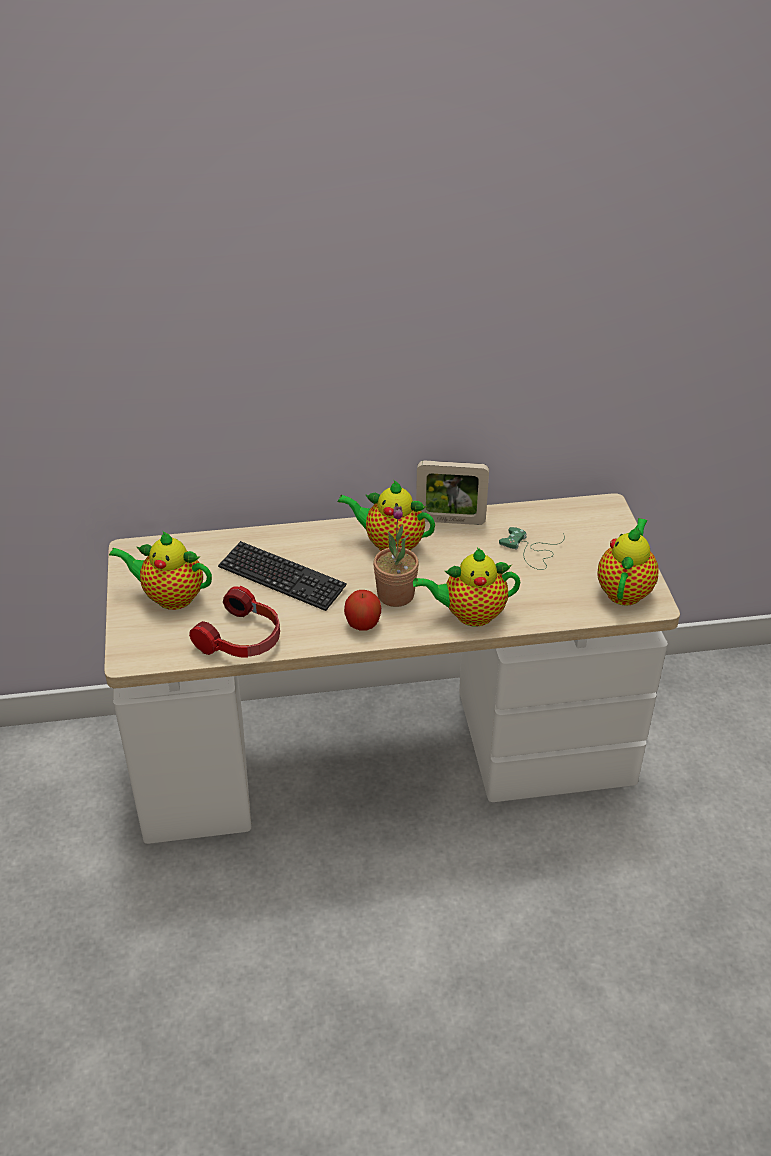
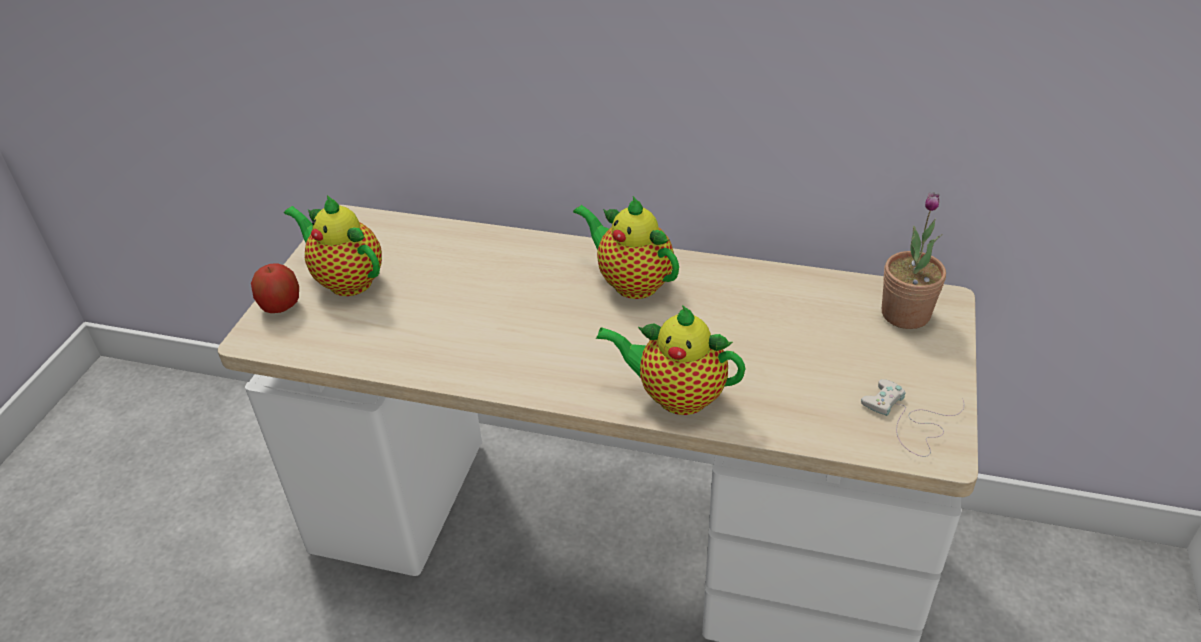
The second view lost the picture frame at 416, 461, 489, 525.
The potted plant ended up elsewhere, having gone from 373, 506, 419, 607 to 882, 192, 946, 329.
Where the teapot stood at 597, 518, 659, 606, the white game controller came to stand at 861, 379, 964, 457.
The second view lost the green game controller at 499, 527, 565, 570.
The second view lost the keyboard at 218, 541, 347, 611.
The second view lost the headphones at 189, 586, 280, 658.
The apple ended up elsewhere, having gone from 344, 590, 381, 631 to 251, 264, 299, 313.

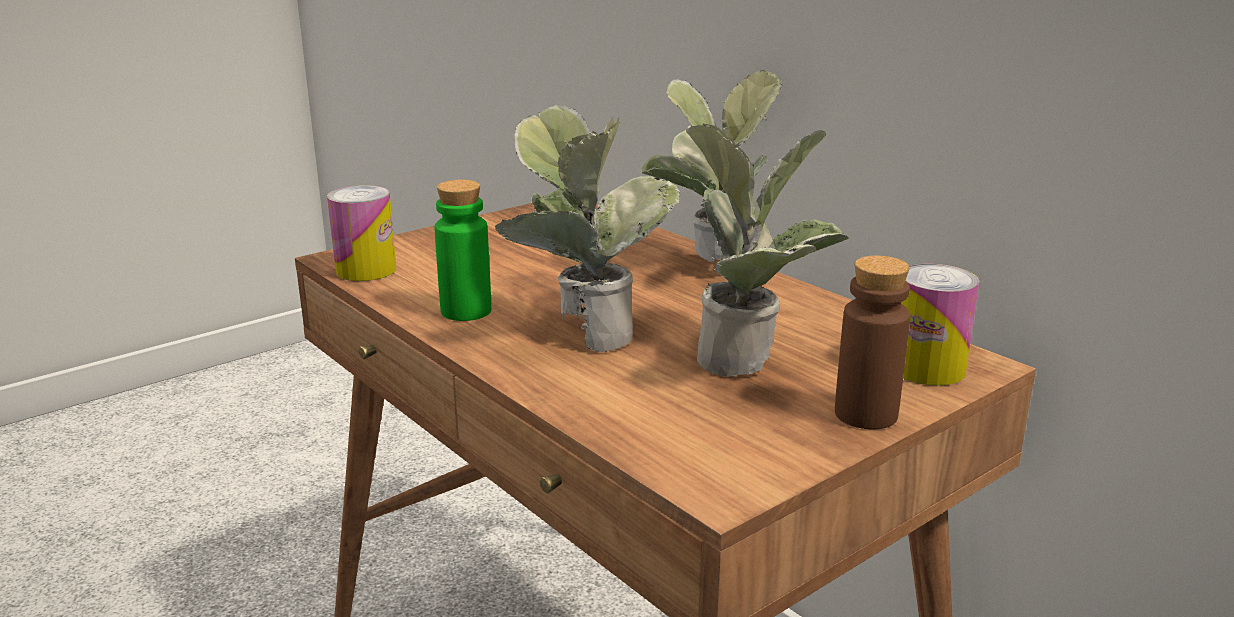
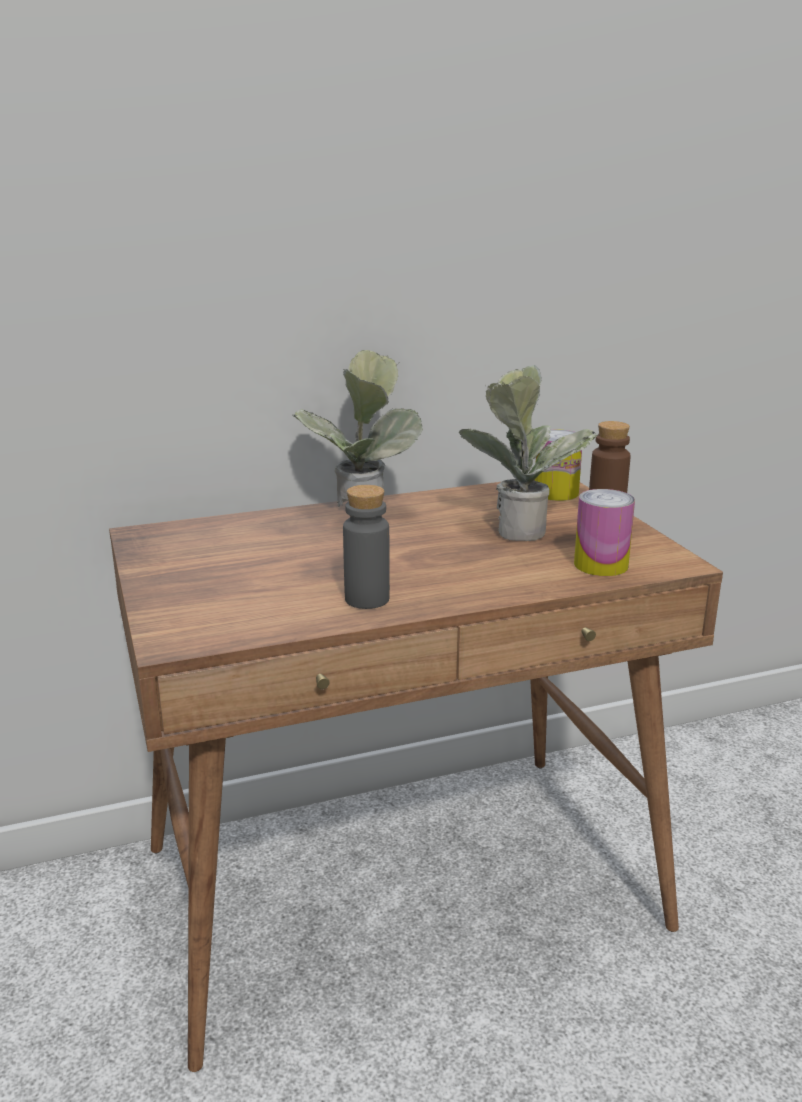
The second view lost the potted plant at 495, 105, 680, 352.
What was the green bottle at 435, 180, 491, 321 turned into the grey bottle at 343, 485, 390, 609.
The can ended up elsewhere, having gone from 327, 185, 396, 281 to 574, 489, 635, 576.

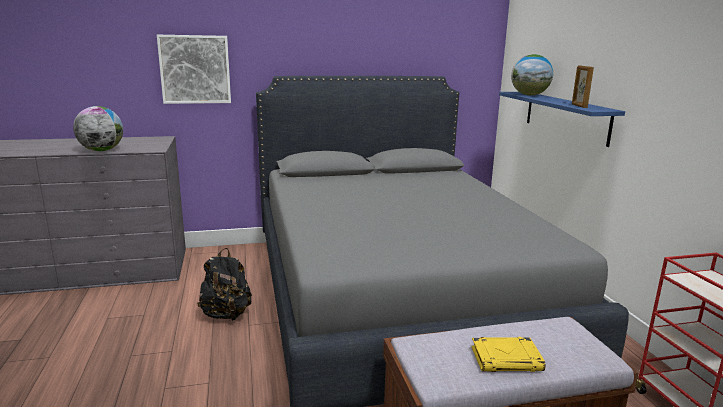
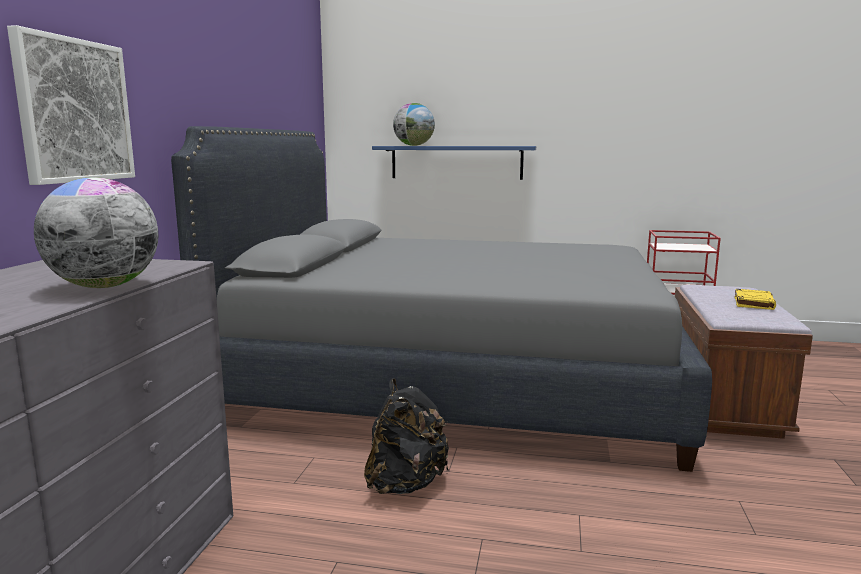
The second view lost the picture frame at 572, 65, 594, 108.

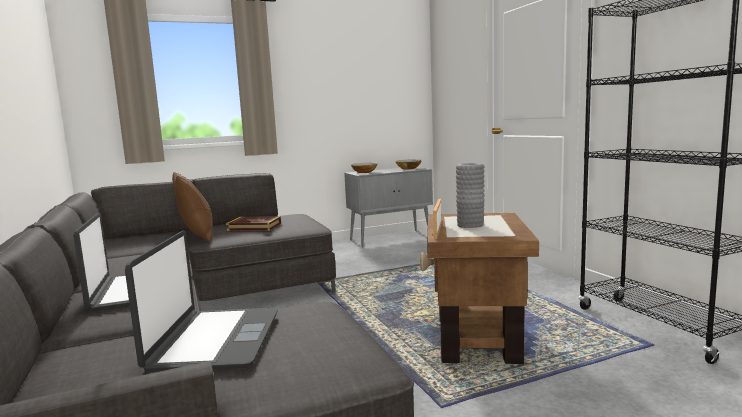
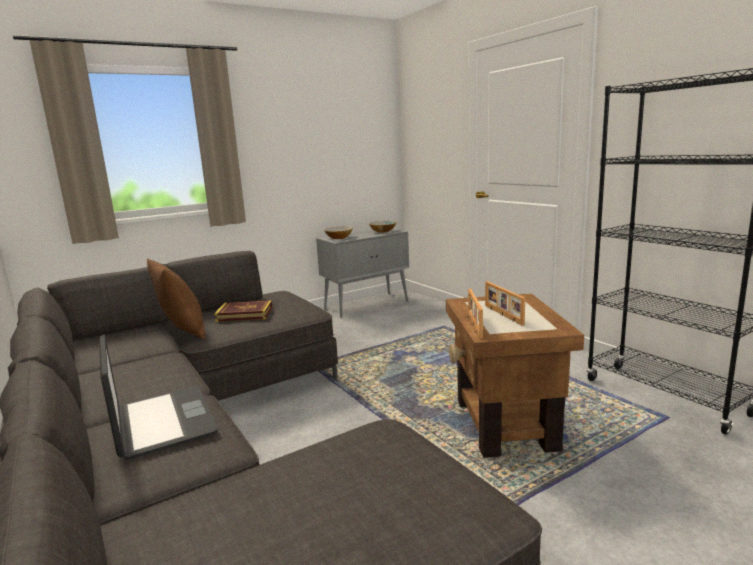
Where the grey vase stood at 456, 163, 485, 228, the picture frame came to stand at 485, 281, 525, 326.
The second view lost the laptop at 125, 231, 278, 372.

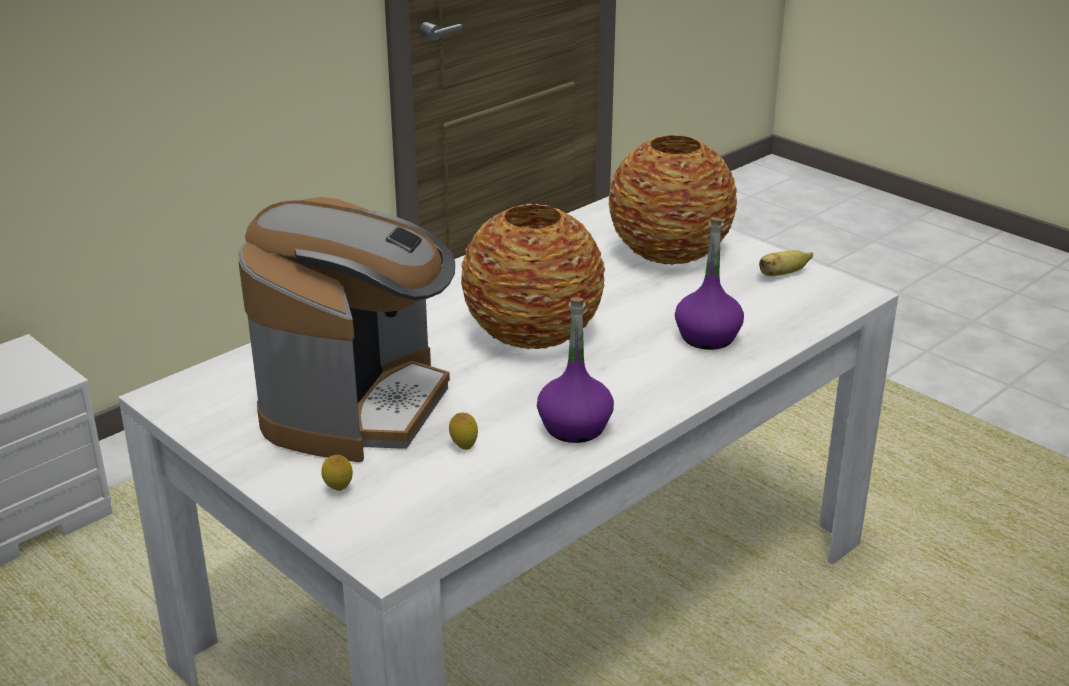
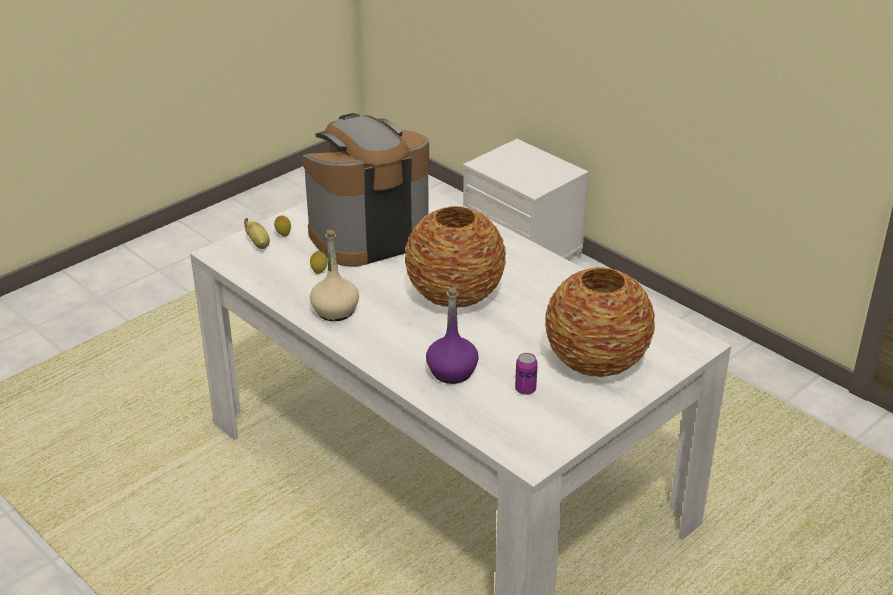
The coffee machine at 238, 197, 455, 462 ended up facing another way, 135 degrees clockwise from before.
The banana ended up elsewhere, having gone from 759, 250, 813, 276 to 244, 218, 270, 249.
What was the purple bottle at 537, 297, 614, 443 turned into the beige bottle at 310, 230, 359, 321.
The second view gained the can at 515, 353, 538, 395.

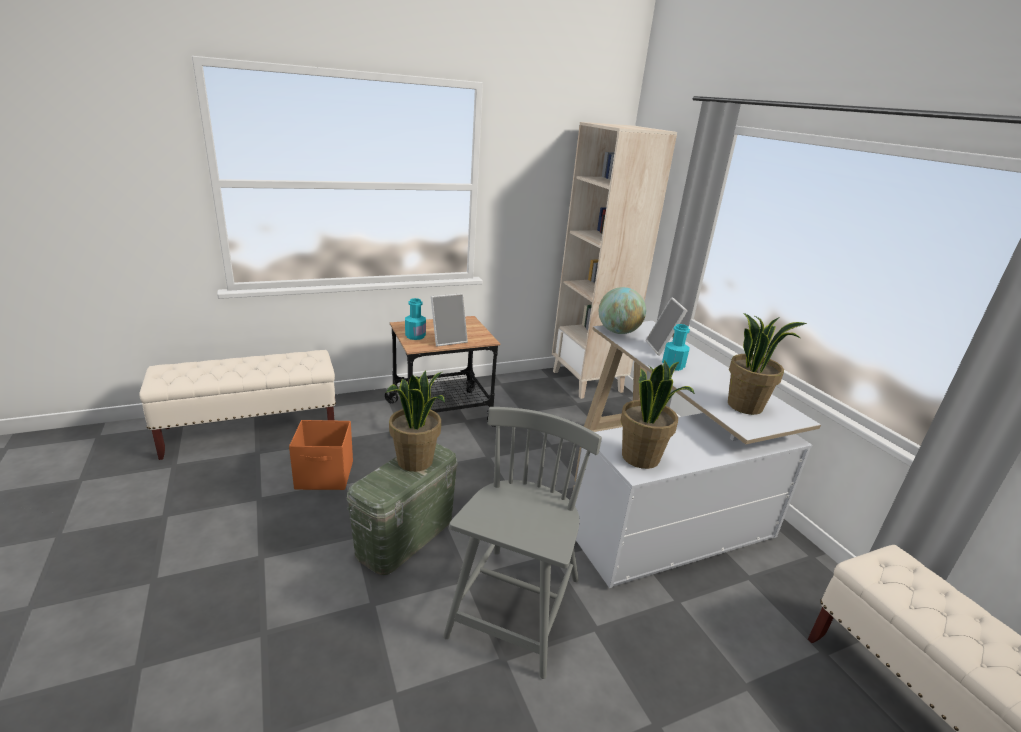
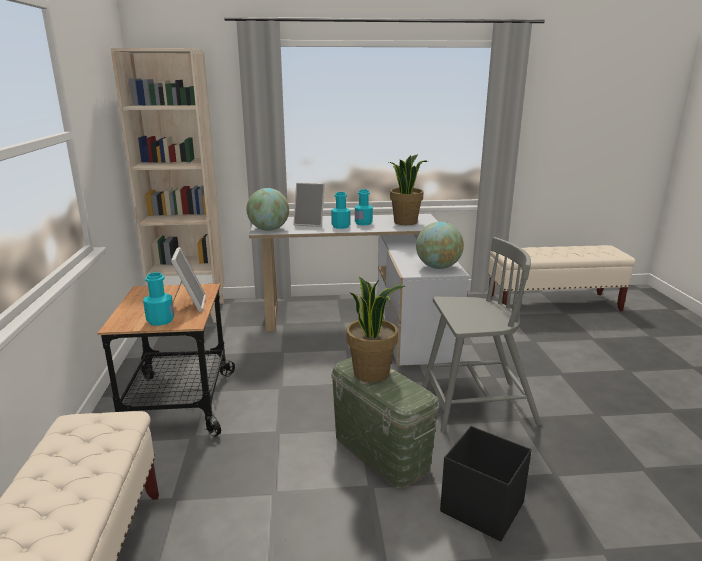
Where the potted plant stood at 620, 360, 695, 469, the globe came to stand at 416, 222, 464, 269.
The grey chair at 443, 407, 602, 679 ended up facing another way, 135 degrees clockwise from before.
The second view lost the orange storage box at 289, 420, 353, 490.
The second view gained the turquoise bottle at 355, 189, 373, 225.
The second view gained the black storage box at 440, 426, 532, 541.

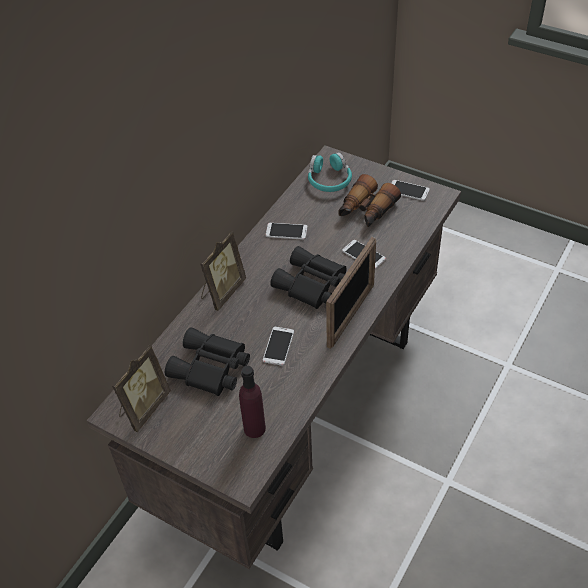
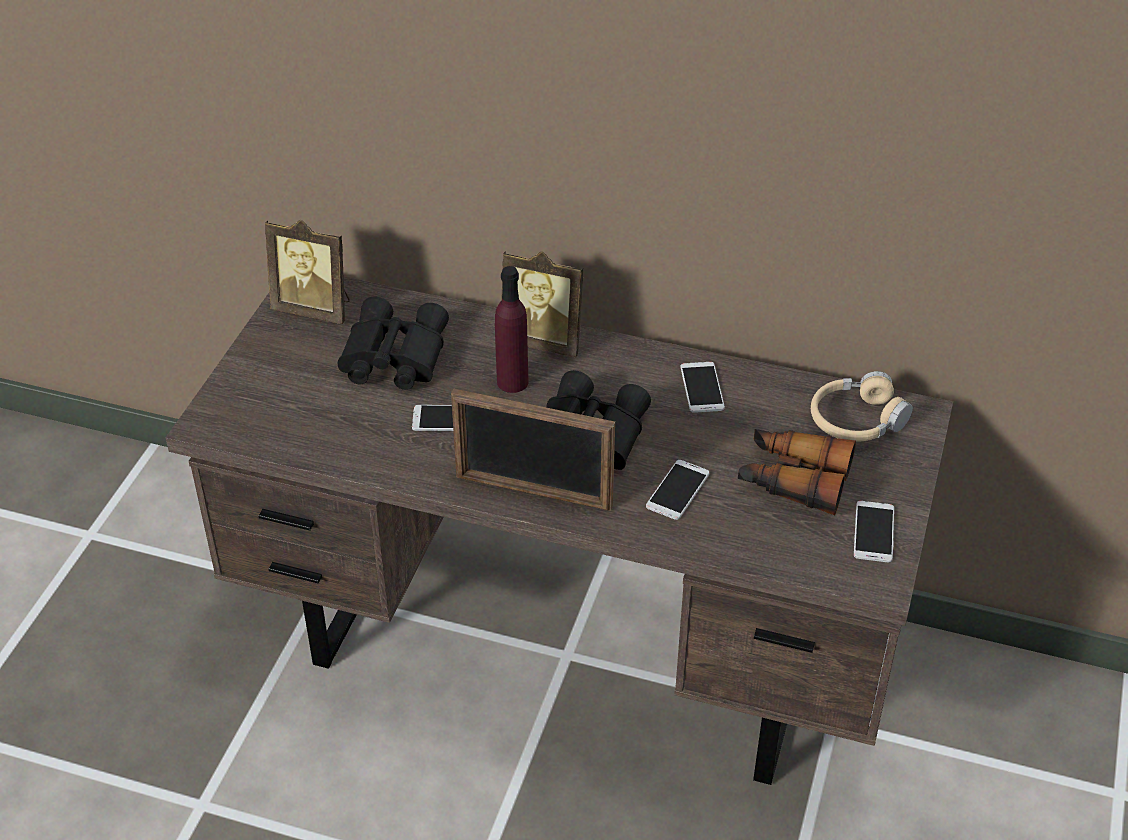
What was the turquoise headphones at 308, 152, 352, 192 turned into the beige headphones at 811, 371, 913, 442.
The purple bottle ended up elsewhere, having gone from 239, 366, 266, 438 to 495, 266, 529, 393.

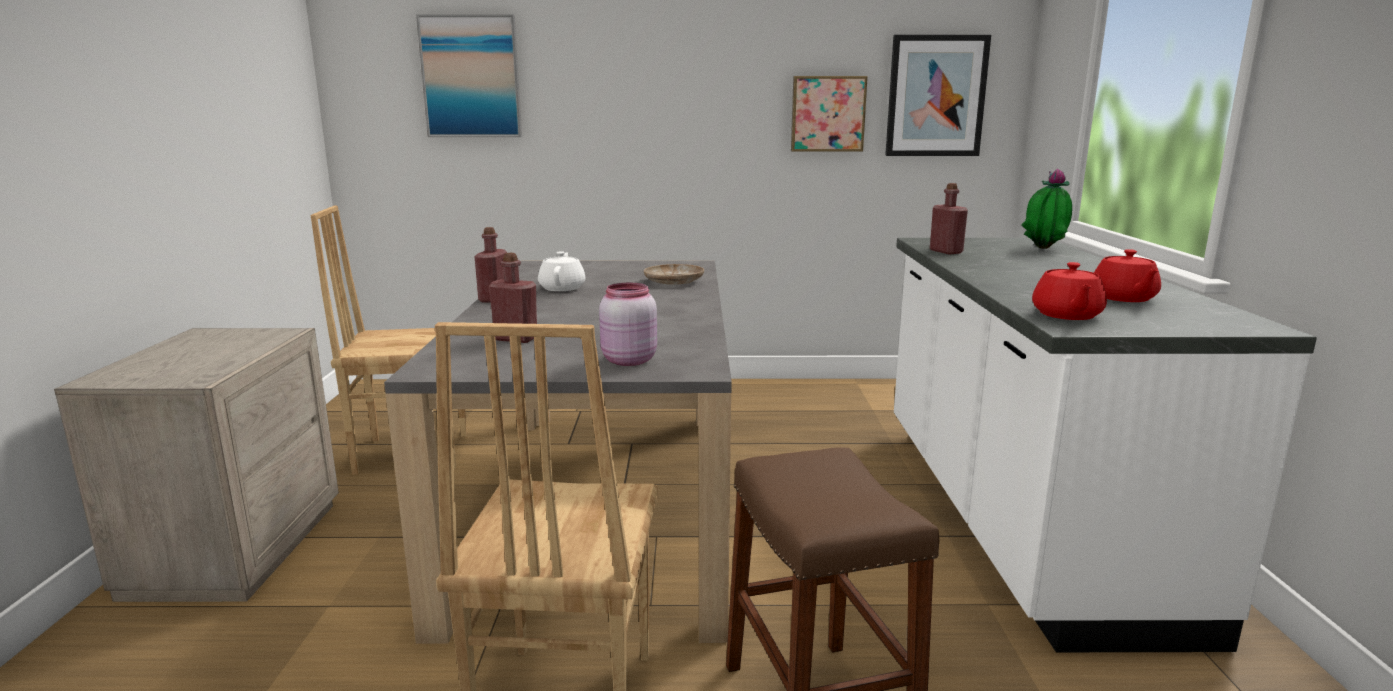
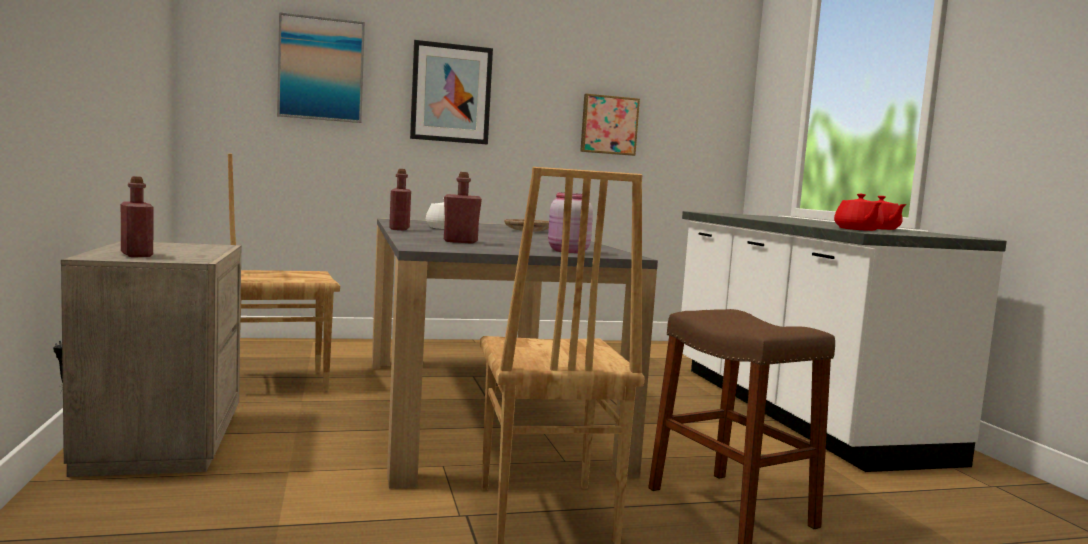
The picture ended up elsewhere, having gone from 885, 35, 991, 156 to 410, 40, 493, 144.
The second view lost the potted plant at 1021, 169, 1072, 249.
The red bottle ended up elsewhere, having gone from 930, 183, 968, 254 to 121, 176, 154, 257.

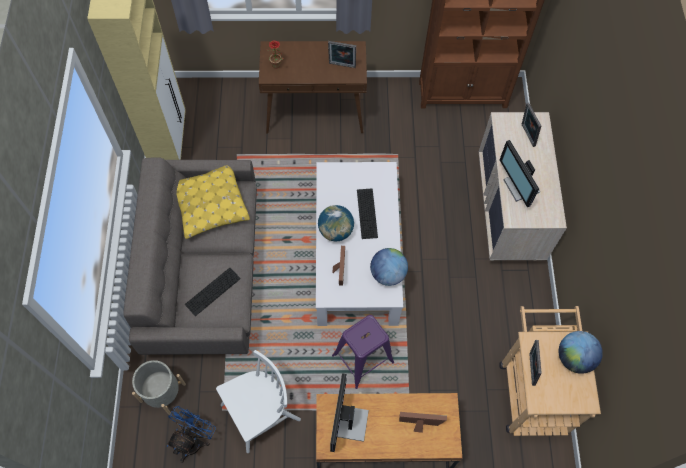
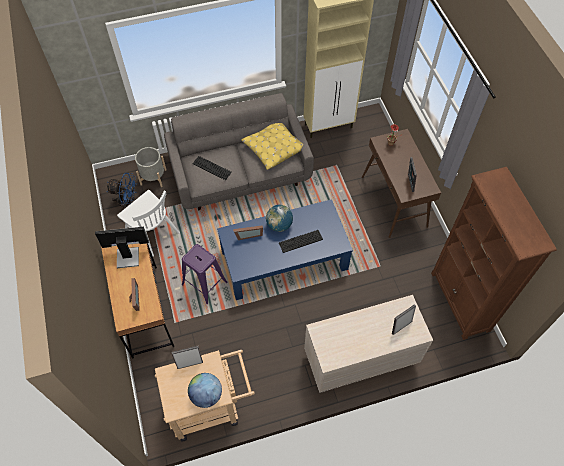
The second view lost the monitor at 500, 140, 540, 207.
What was the white coffee table at 316, 162, 403, 326 turned into the blue coffee table at 217, 199, 353, 300.
The second view lost the globe at 370, 248, 408, 286.

